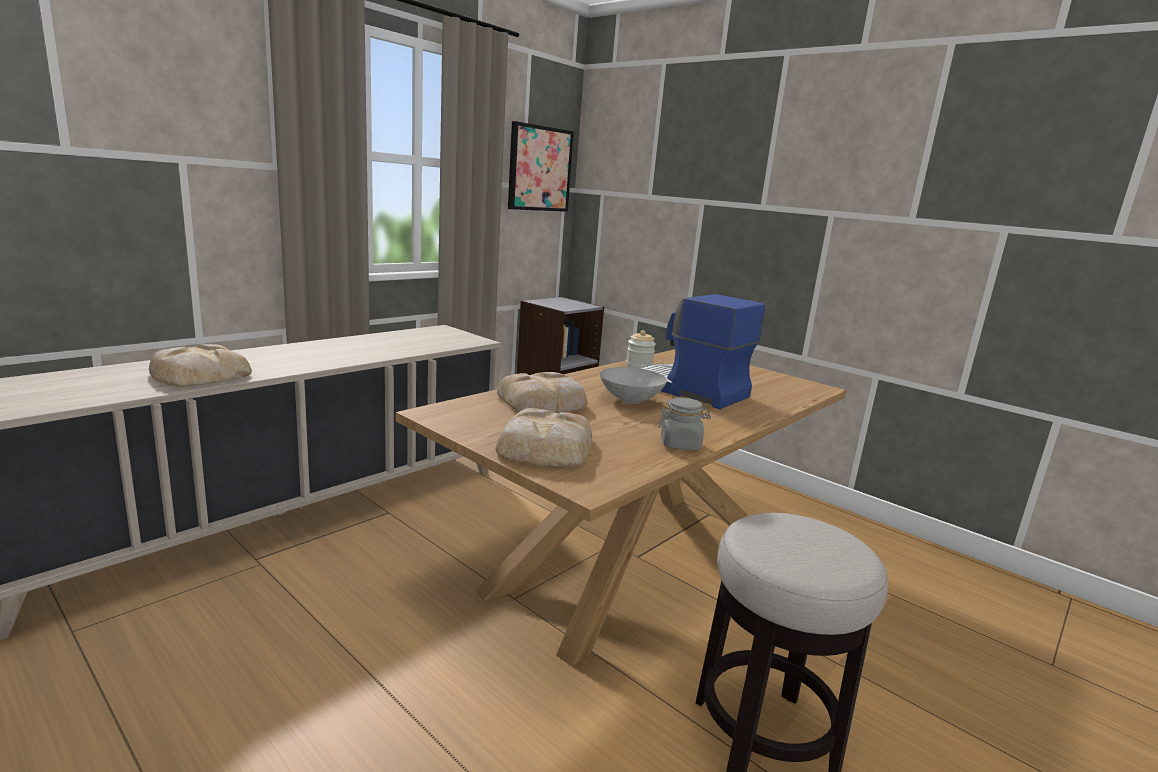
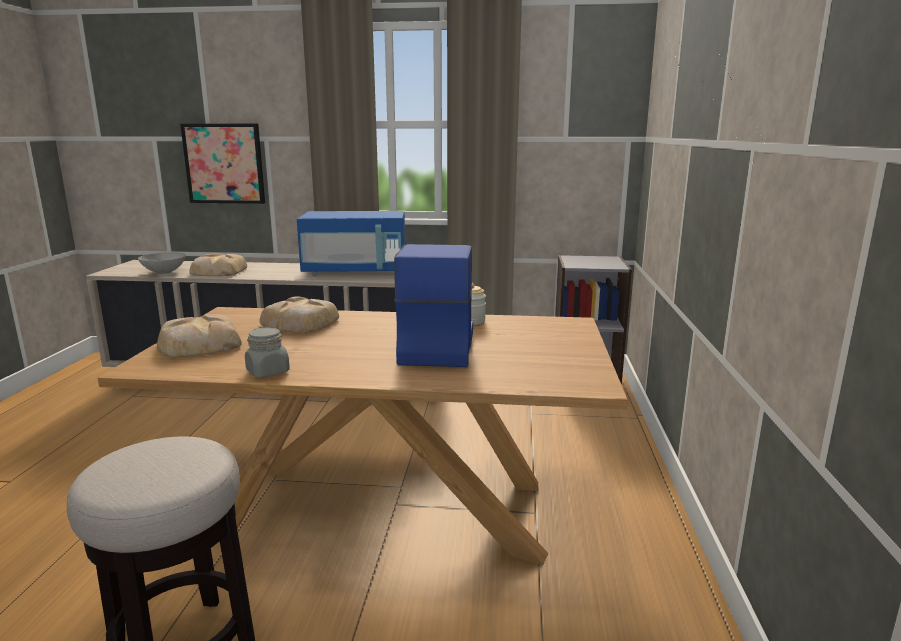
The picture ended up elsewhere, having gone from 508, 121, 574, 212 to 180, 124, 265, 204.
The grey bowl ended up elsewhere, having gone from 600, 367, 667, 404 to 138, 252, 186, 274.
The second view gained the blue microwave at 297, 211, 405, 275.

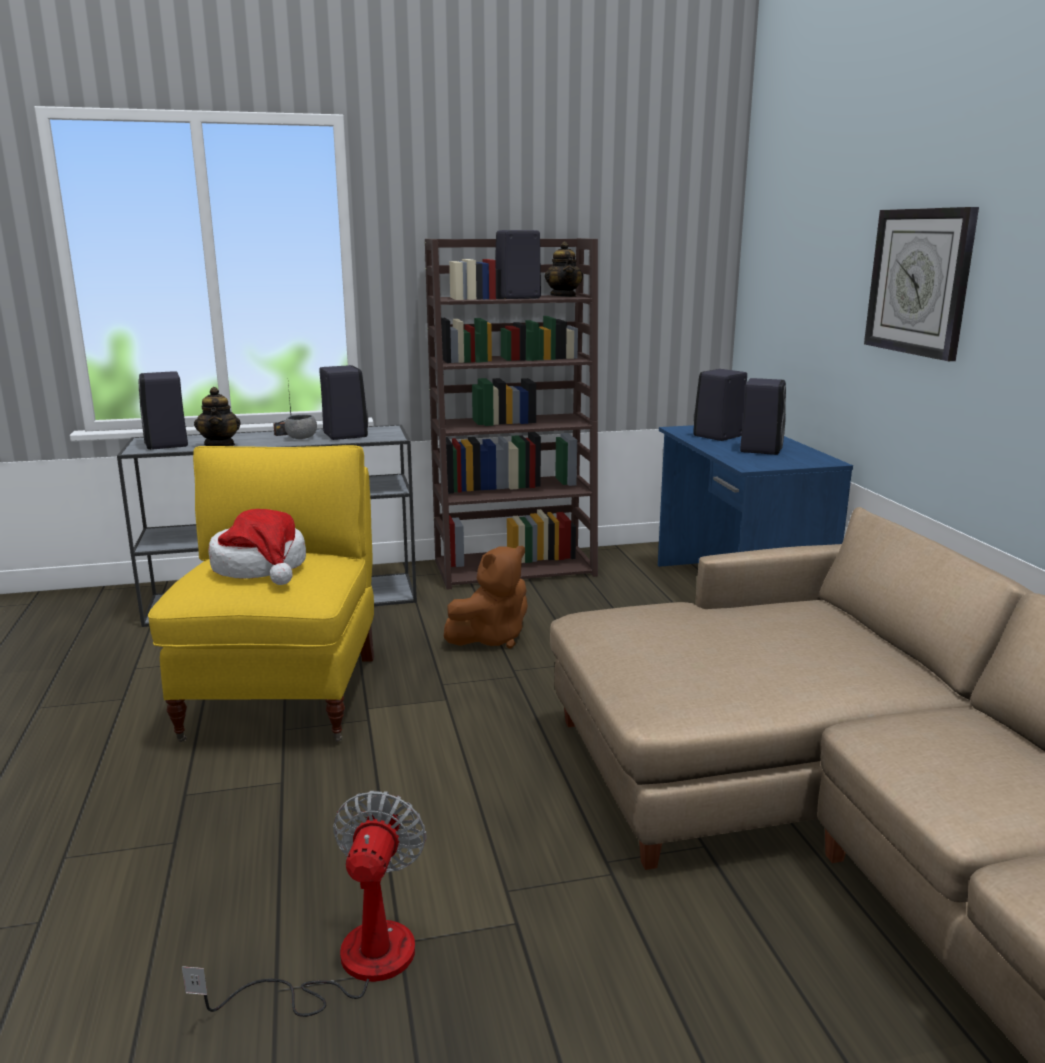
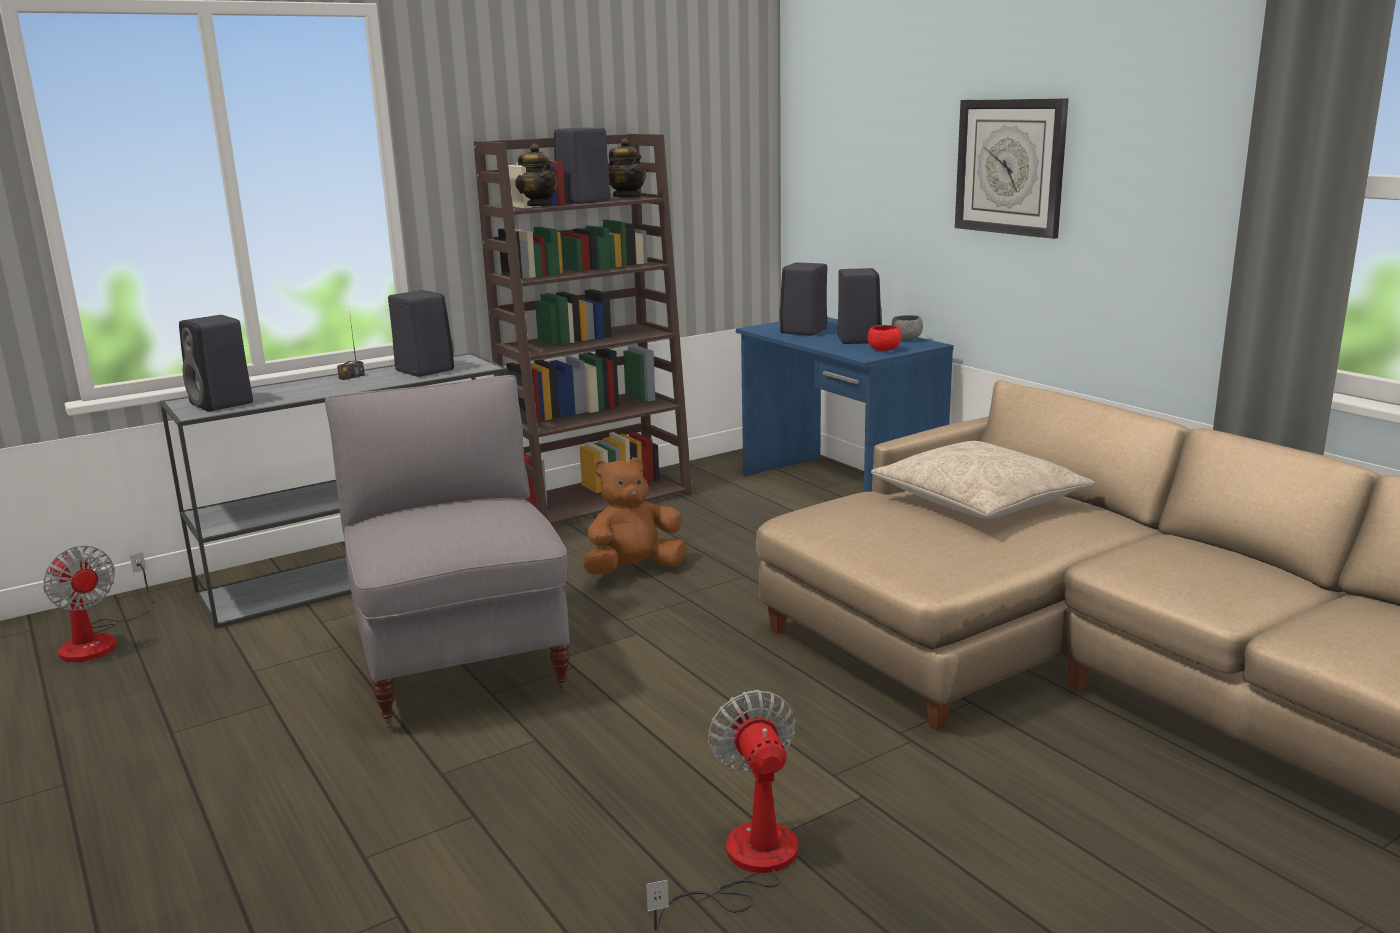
The teapot ended up elsewhere, having gone from 194, 387, 241, 446 to 515, 143, 558, 206.
The grey bowl ended up elsewhere, having gone from 285, 415, 317, 439 to 891, 315, 923, 340.
What was the yellow armchair at 148, 445, 374, 742 turned into the grey armchair at 325, 375, 570, 728.
The second view lost the hat at 209, 509, 306, 585.
The brown plush toy at 444, 546, 528, 648 ended up facing another way, 150 degrees counterclockwise from before.
The second view gained the red bowl at 867, 325, 901, 351.
The second view gained the beige pillow at 871, 441, 1095, 519.
The second view gained the fan at 43, 546, 153, 662.

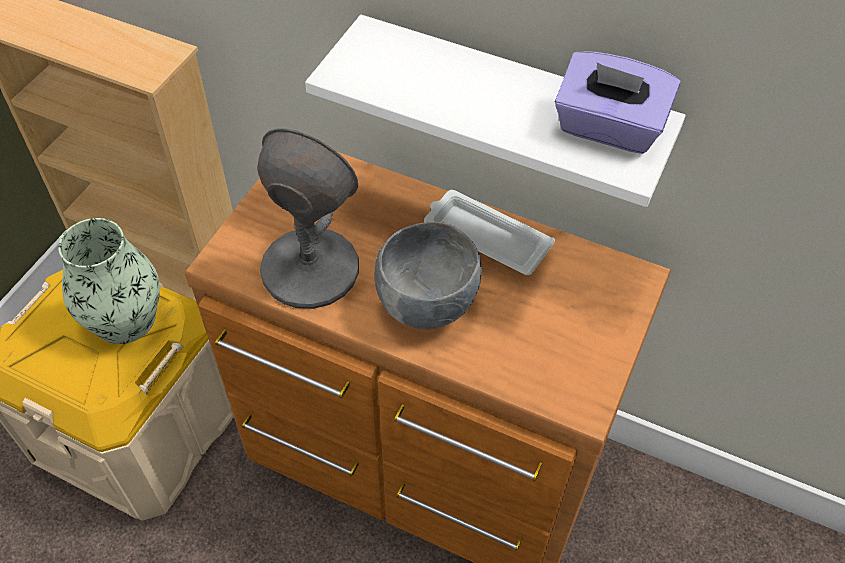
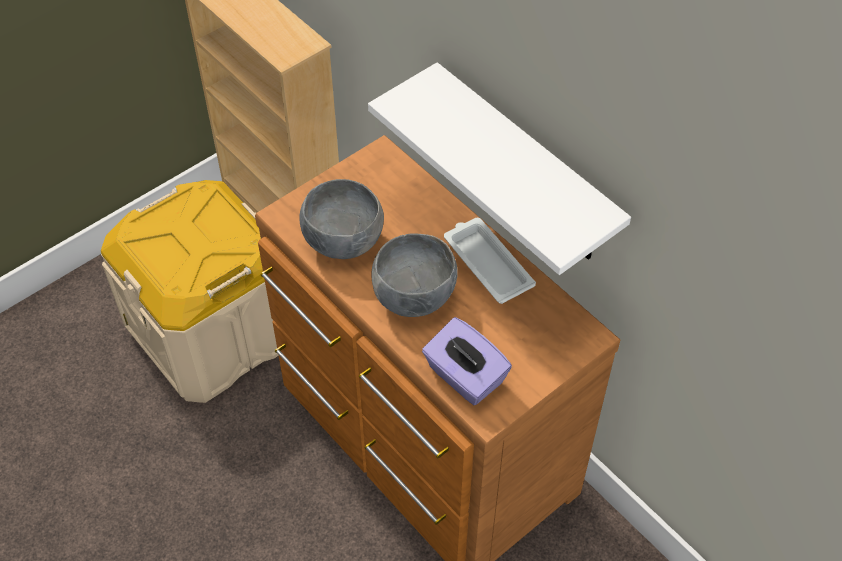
The purple tissue box ended up elsewhere, having gone from 555, 51, 680, 154 to 422, 317, 512, 405.
Where the grey table lamp stood at 257, 129, 359, 309, the grey bowl came to stand at 299, 179, 384, 259.
The second view lost the vase at 58, 218, 160, 344.

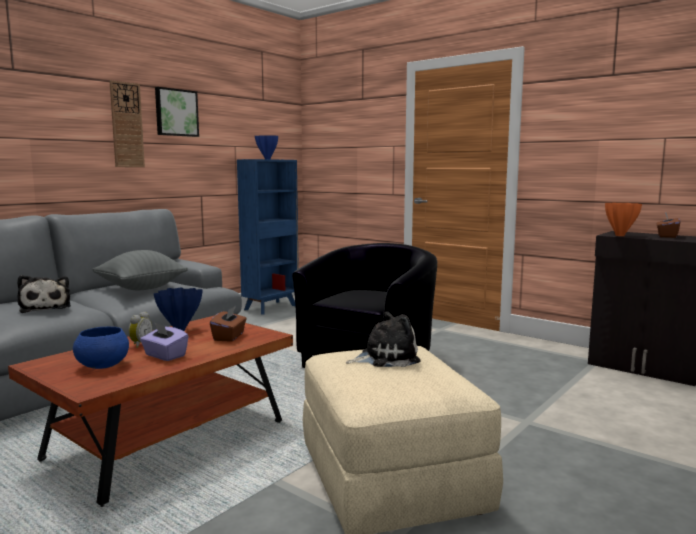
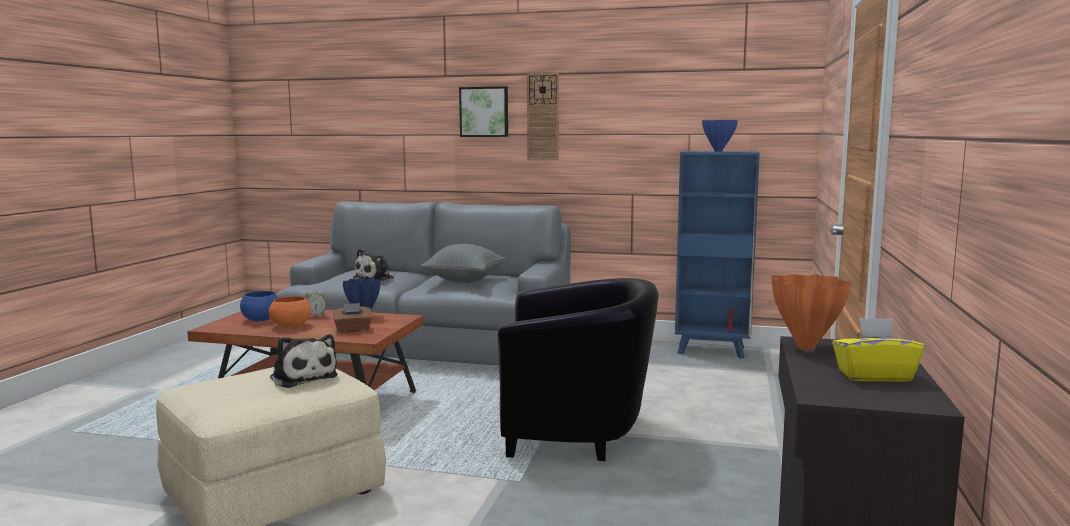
The picture ended up elsewhere, having gone from 155, 87, 199, 137 to 459, 86, 508, 137.
What was the brown tissue box at 657, 213, 681, 238 turned into the yellow tissue box at 832, 318, 924, 382.
Where the purple tissue box stood at 140, 322, 189, 361, the orange bowl came to stand at 269, 296, 311, 328.

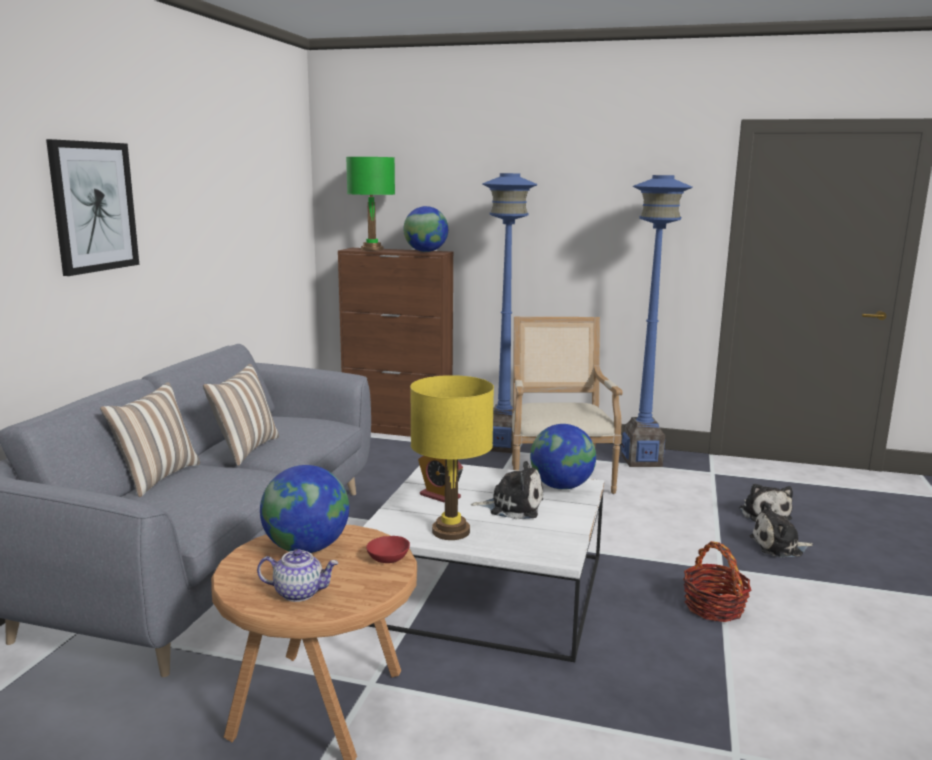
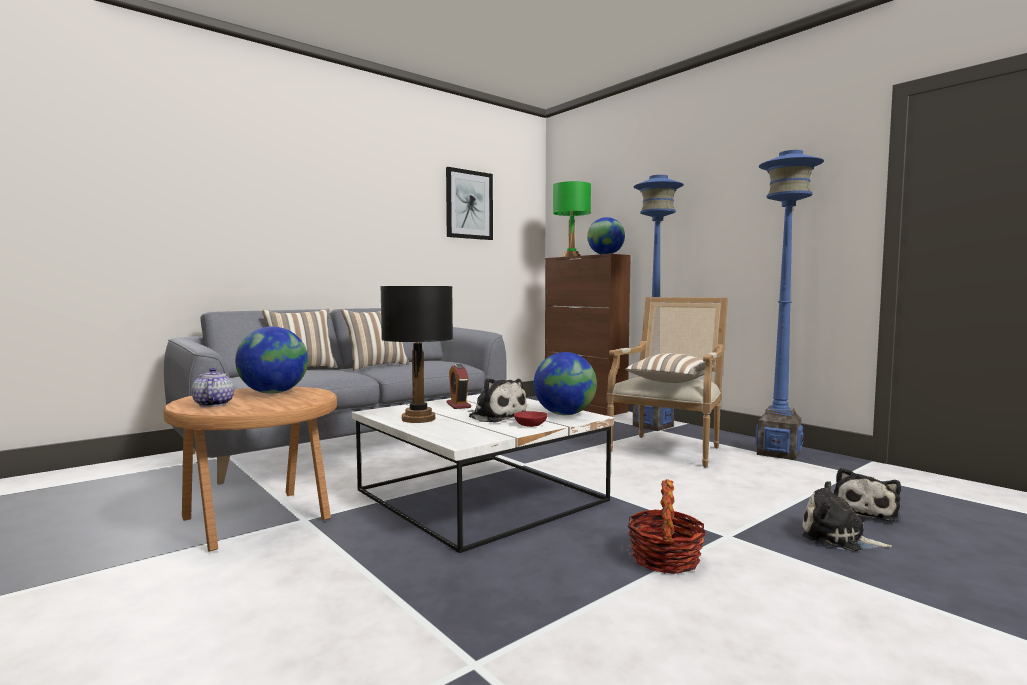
The picture ended up elsewhere, having gone from 46, 139, 139, 276 to 446, 167, 493, 240.
What was the yellow table lamp at 410, 375, 494, 540 turned into the black table lamp at 380, 286, 453, 423.
The red bowl ended up elsewhere, having gone from 366, 536, 410, 563 to 514, 411, 548, 427.
The teapot at 257, 549, 339, 602 ended up facing another way, 150 degrees counterclockwise from before.
The second view gained the pillow at 625, 353, 715, 383.

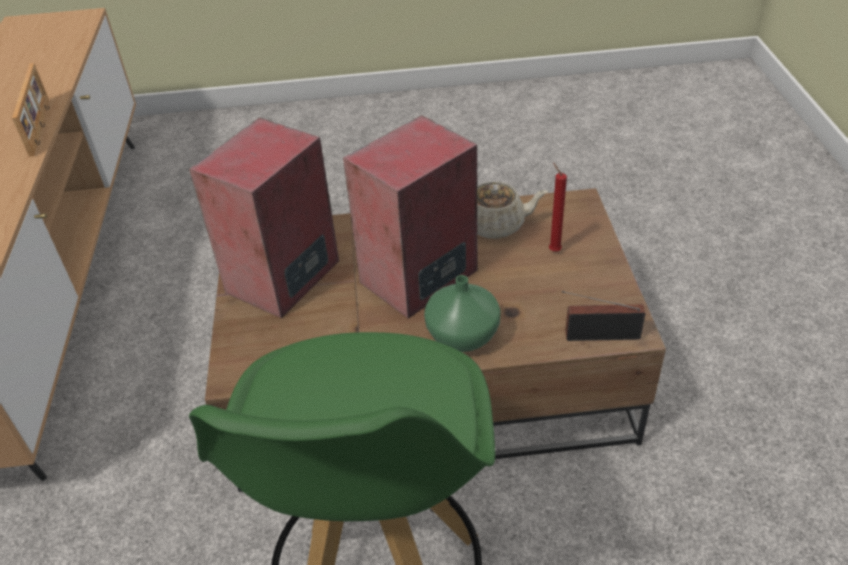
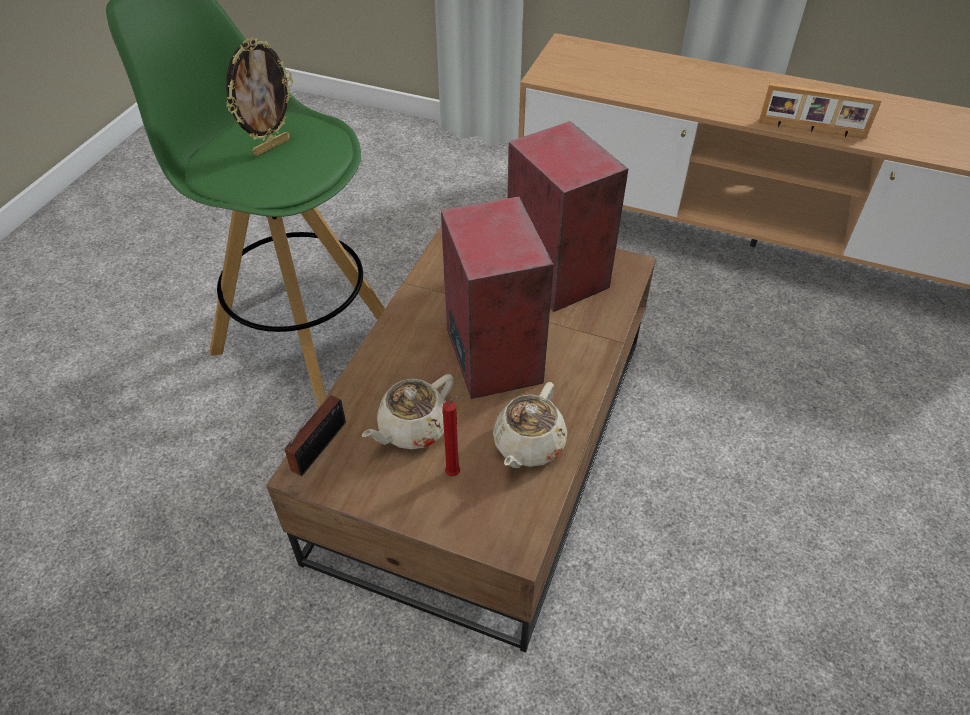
The second view lost the green vase at 424, 275, 501, 352.
The second view gained the picture frame at 226, 38, 293, 156.
The second view gained the beige teapot at 362, 374, 454, 449.

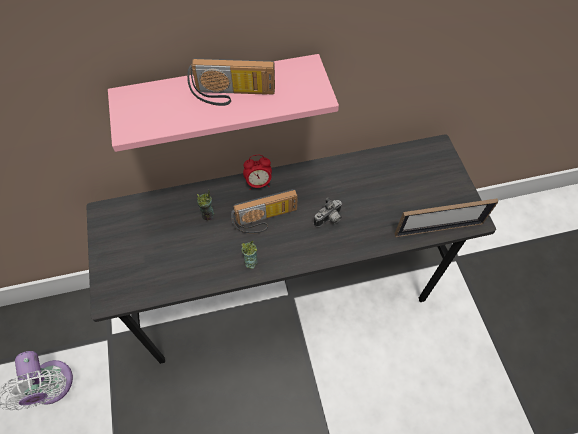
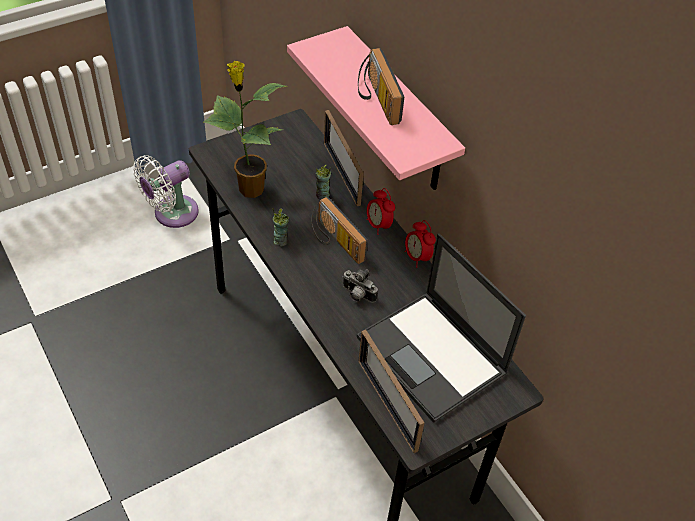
The second view gained the potted plant at 204, 61, 287, 198.
The second view gained the picture frame at 324, 110, 364, 206.
The second view gained the alarm clock at 405, 220, 436, 268.
The second view gained the laptop at 357, 233, 526, 423.

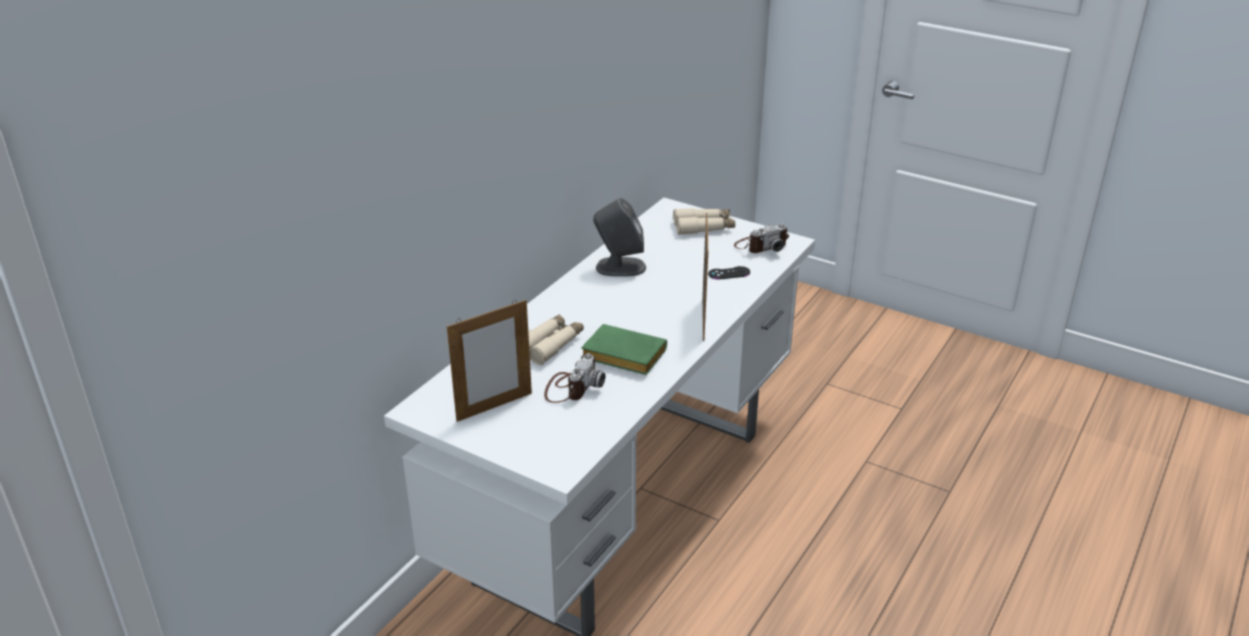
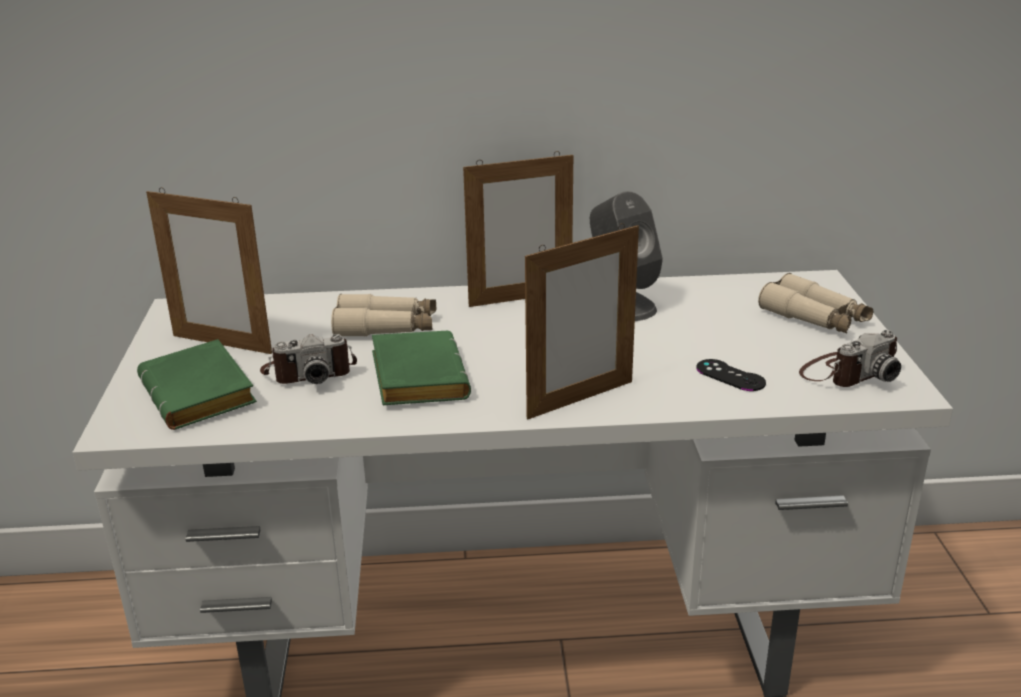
The photo camera at 734, 224, 789, 253 ended up facing another way, 60 degrees counterclockwise from before.
The second view gained the picture frame at 463, 151, 573, 307.
The second view gained the green book at 137, 339, 257, 430.

